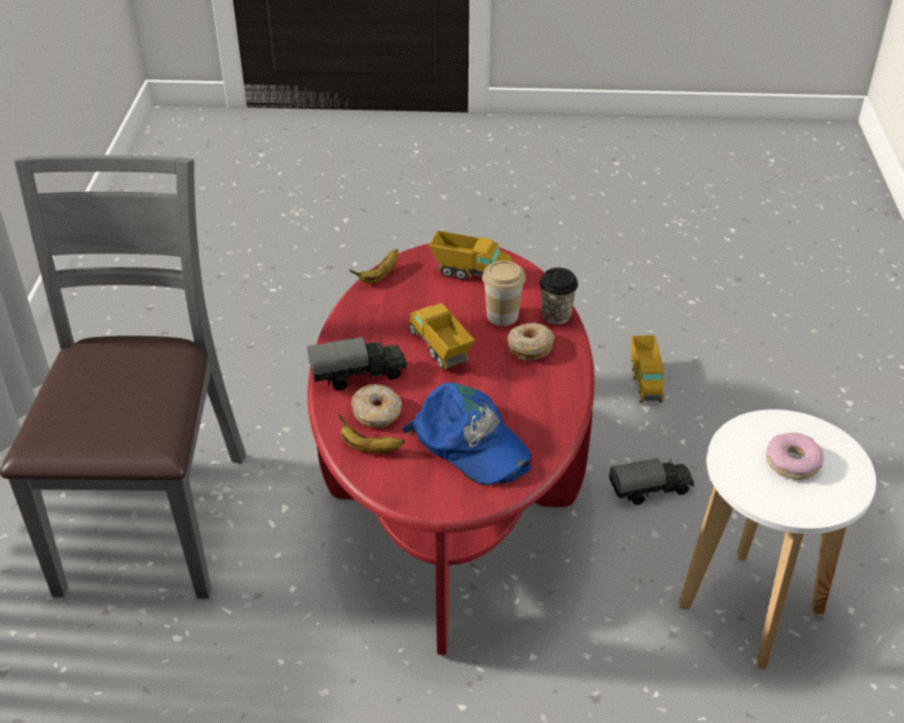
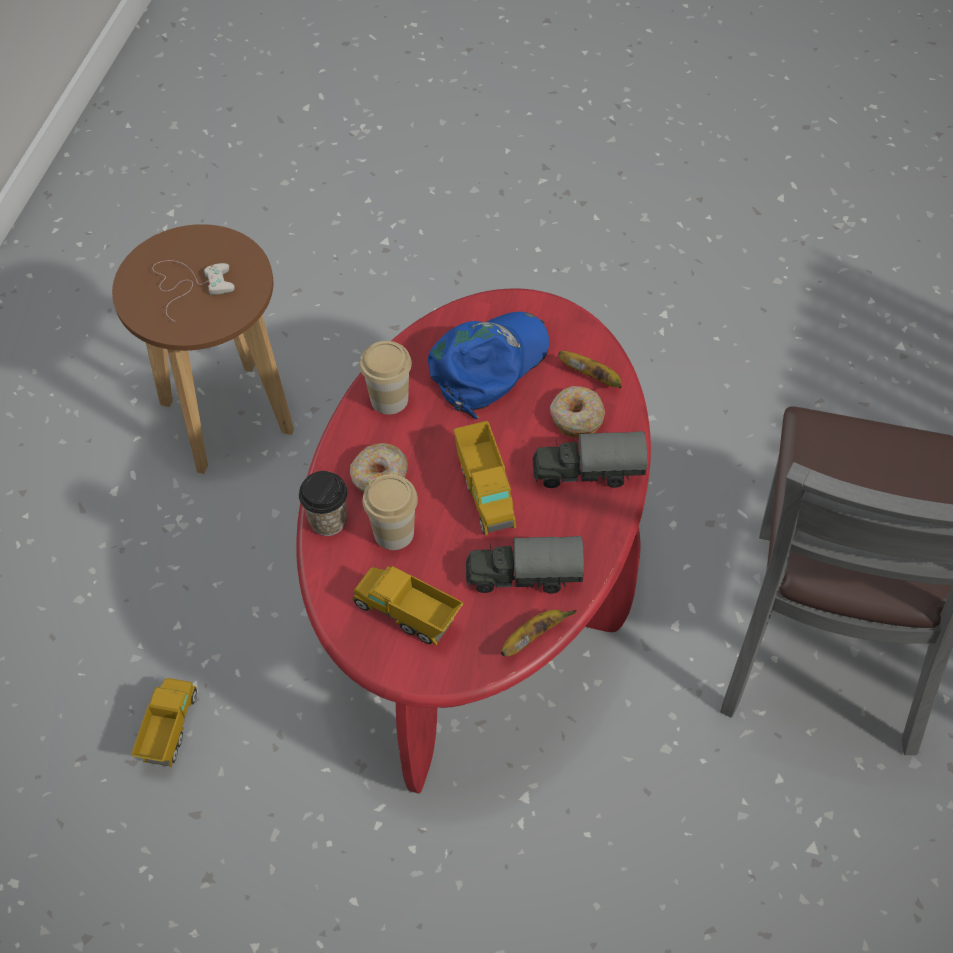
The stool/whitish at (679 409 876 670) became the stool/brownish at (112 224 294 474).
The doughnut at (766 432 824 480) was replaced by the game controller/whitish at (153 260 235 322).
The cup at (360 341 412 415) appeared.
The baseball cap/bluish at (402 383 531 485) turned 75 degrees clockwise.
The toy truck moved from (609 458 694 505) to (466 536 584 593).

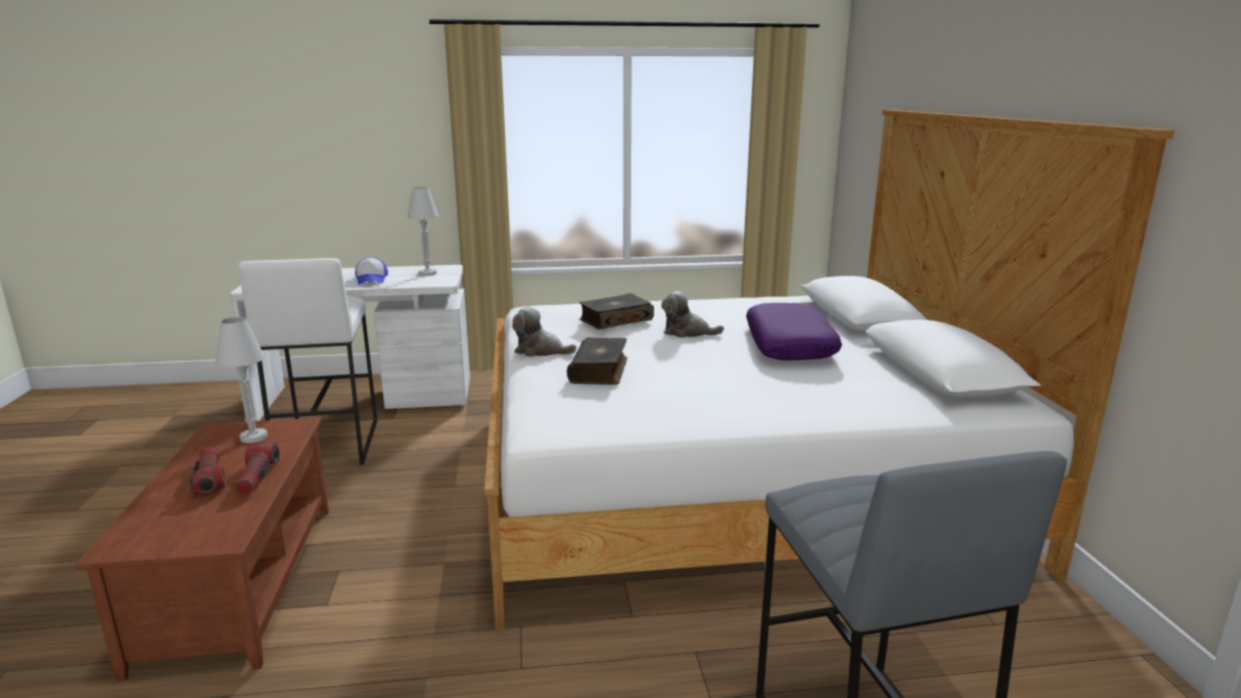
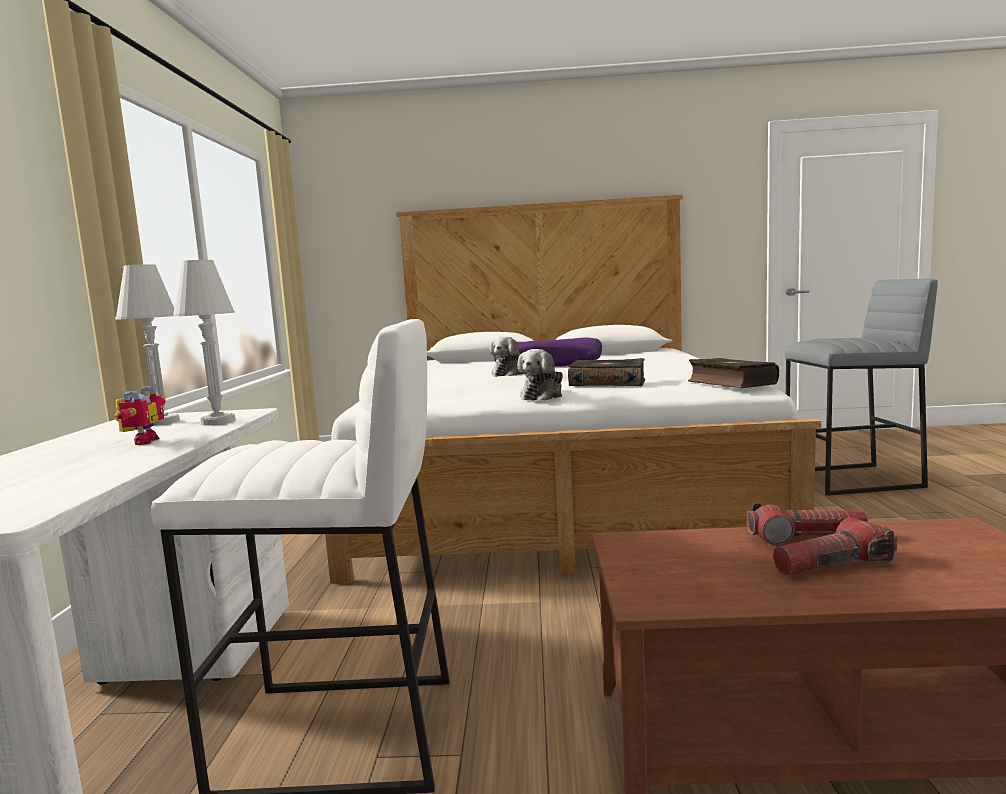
The baseball cap at (355 257 388 285) was replaced by the toy robot at (115 386 165 445).
The lamp for a table/whitish moved from (215 317 268 443) to (173 260 235 426).
The bound book moved from (579 293 654 330) to (688 358 779 388).

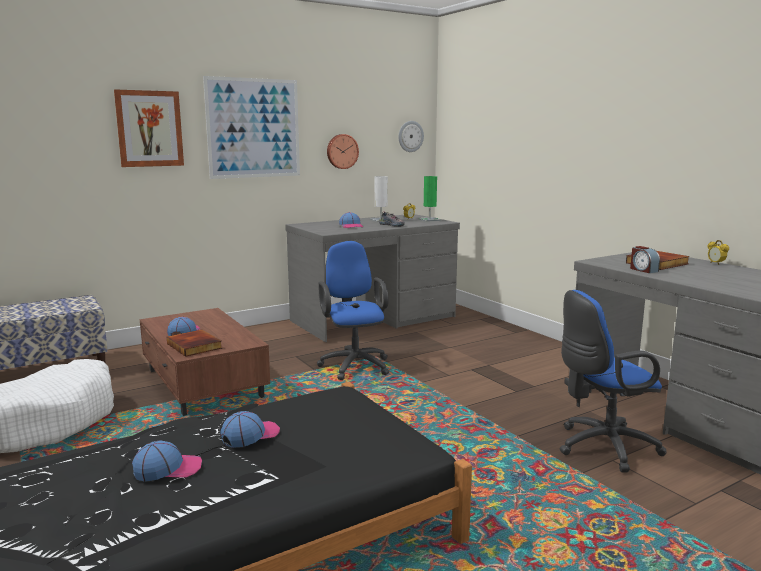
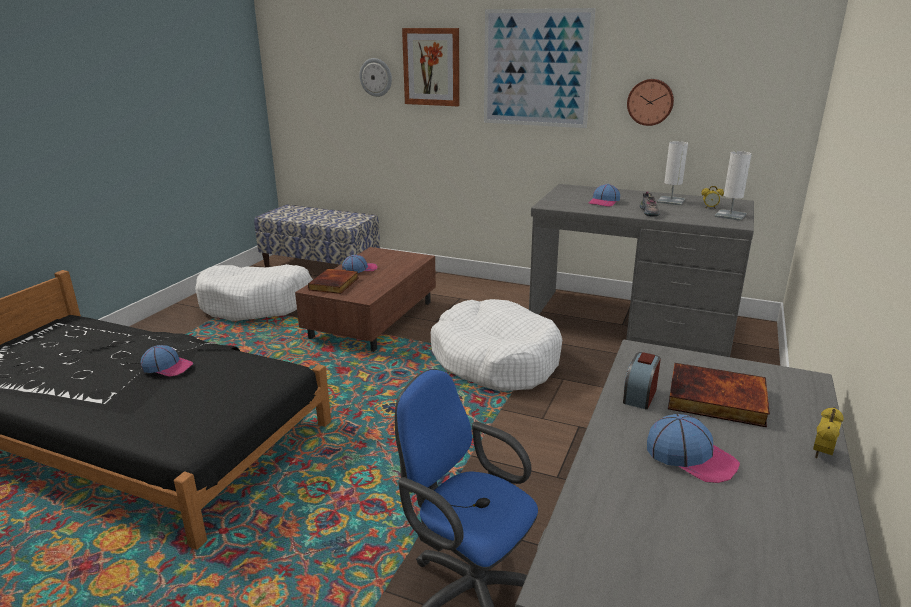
The hanging clock moved from (399 121 424 152) to (359 58 392 97).
The desk chair/bluish at (317 241 389 380) was replaced by the dog bed/whitish at (431 299 562 391).
The baseball cap moved from (132 440 202 482) to (647 414 740 483).
The lamp for a table/green-coloured at (419 176 441 222) became the lamp for a table/whitish at (714 151 752 221).

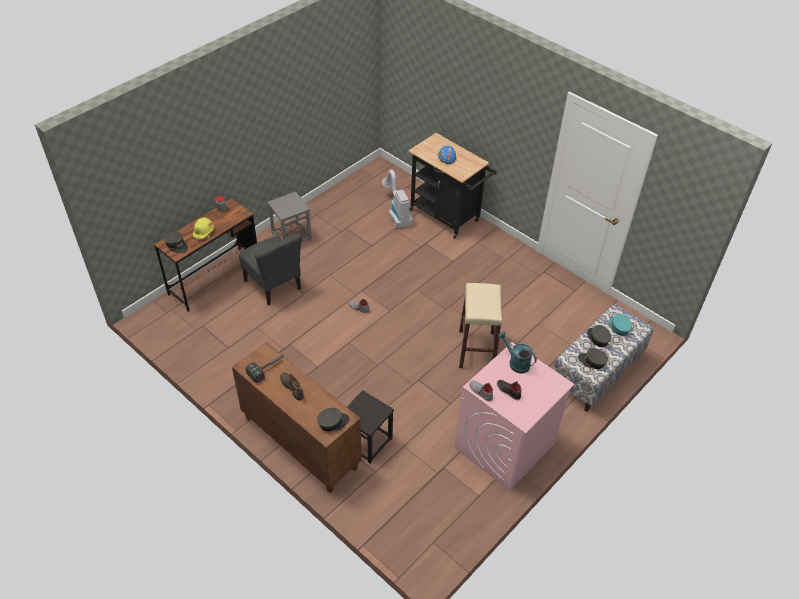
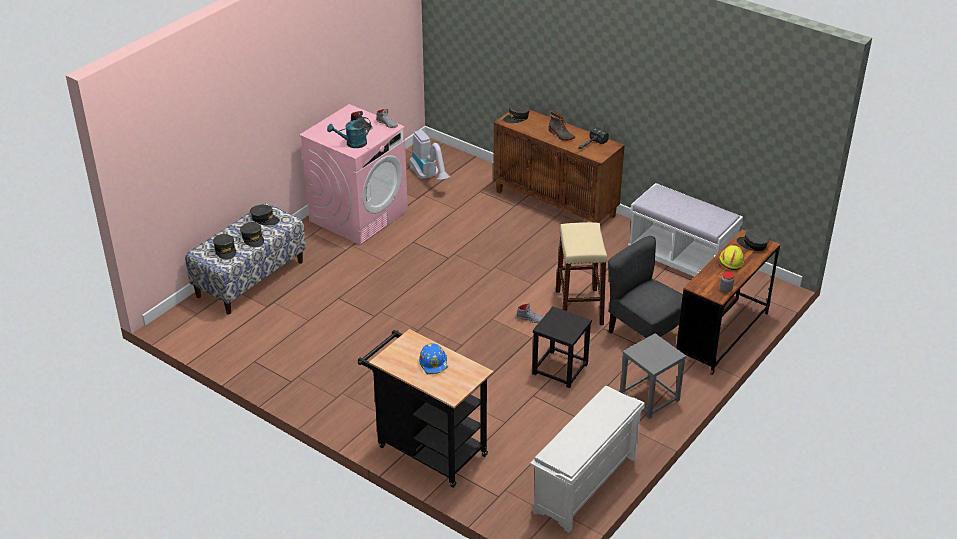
The baseball cap/turquoise at (609 314 632 336) became the baseball cap/gray at (213 234 236 260).
The watering can/turquoise at (498 331 537 373) turned 120 degrees clockwise.
The vacuum moved from (382 170 413 228) to (410 130 450 180).
The shoe stand/whitish at (530 386 645 533) appeared.
The stool/blackish moved from (347 390 394 464) to (532 307 592 388).
The stool/beige moved from (459 283 502 368) to (556 222 607 325).
The long seat/whitish at (628 183 743 277) appeared.

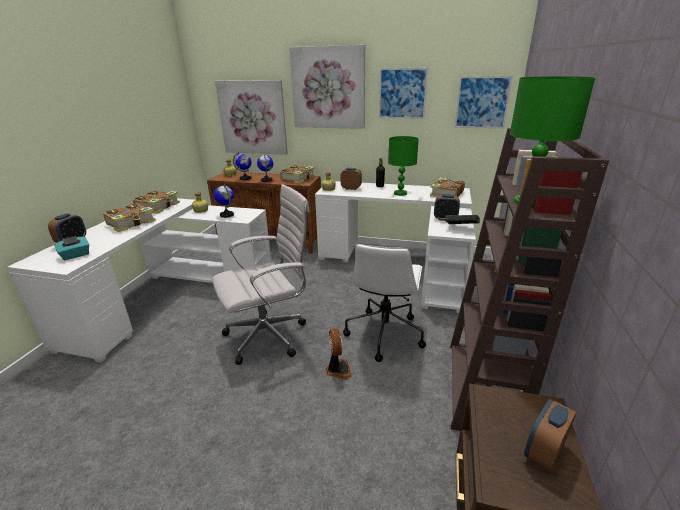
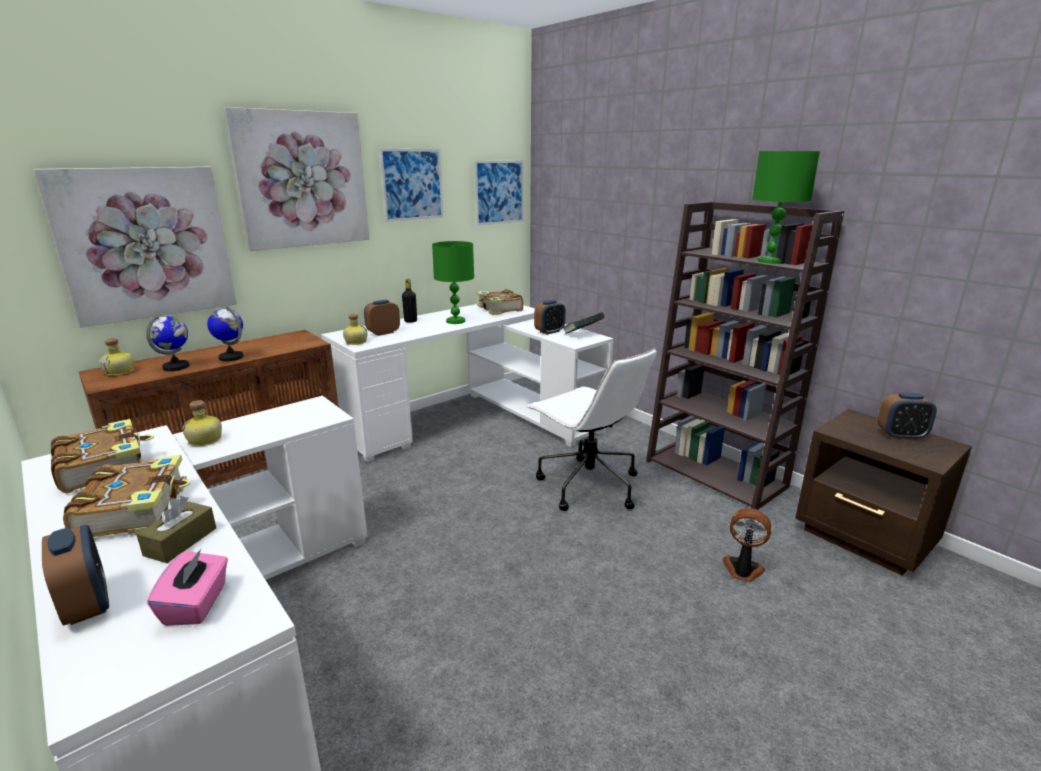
The box of tissues/brownish at (136 496 216 563) appeared.
The box of tissues/turquoise at (54 236 89 260) became the box of tissues/pink-coloured at (147 549 228 626).
The fan moved from (326 328 352 379) to (723 508 771 582).
The bedside clock at (524 399 577 472) turned 75 degrees counterclockwise.
The desk chair/whitish at (212 184 310 365) disappeared.
The desk globe at (214 185 234 218) disappeared.
The bound book at (280 165 315 184) disappeared.

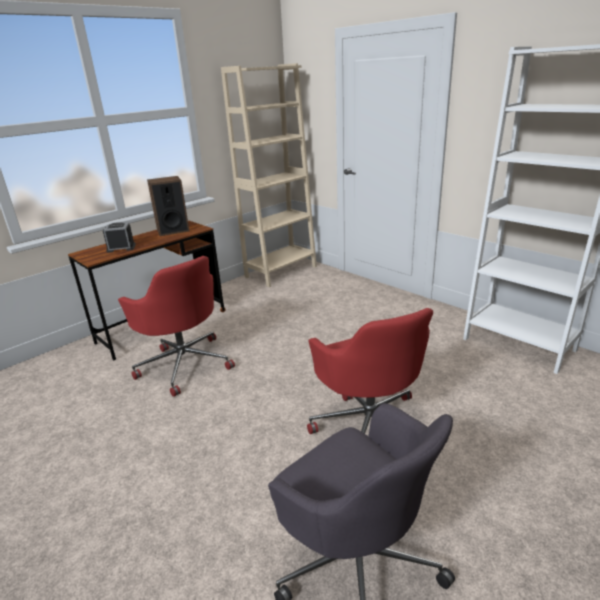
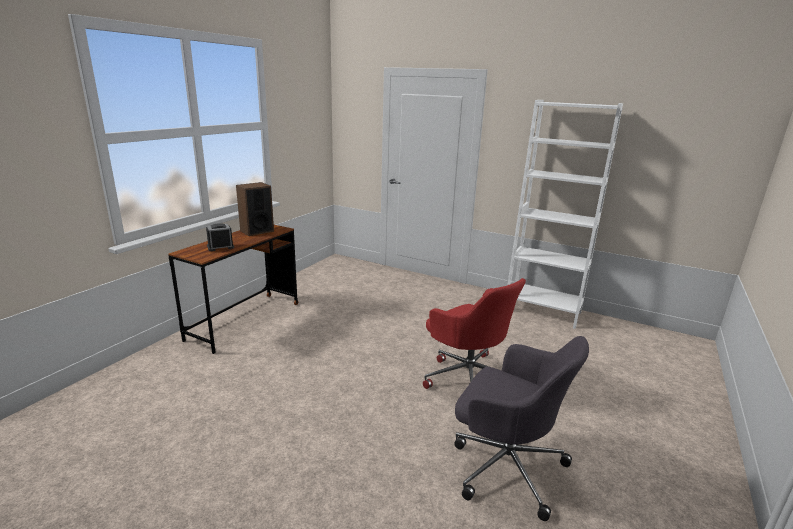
The desk chair/red at (118 256 235 397) disappeared.
The bookcase/beige at (221 63 317 287) disappeared.

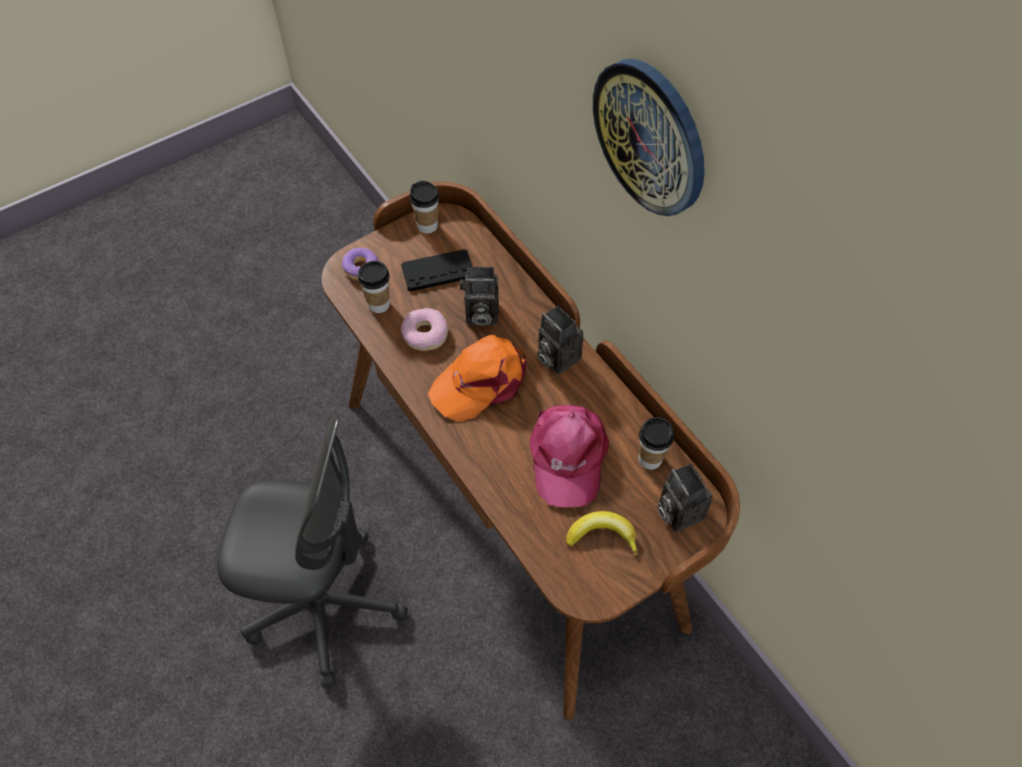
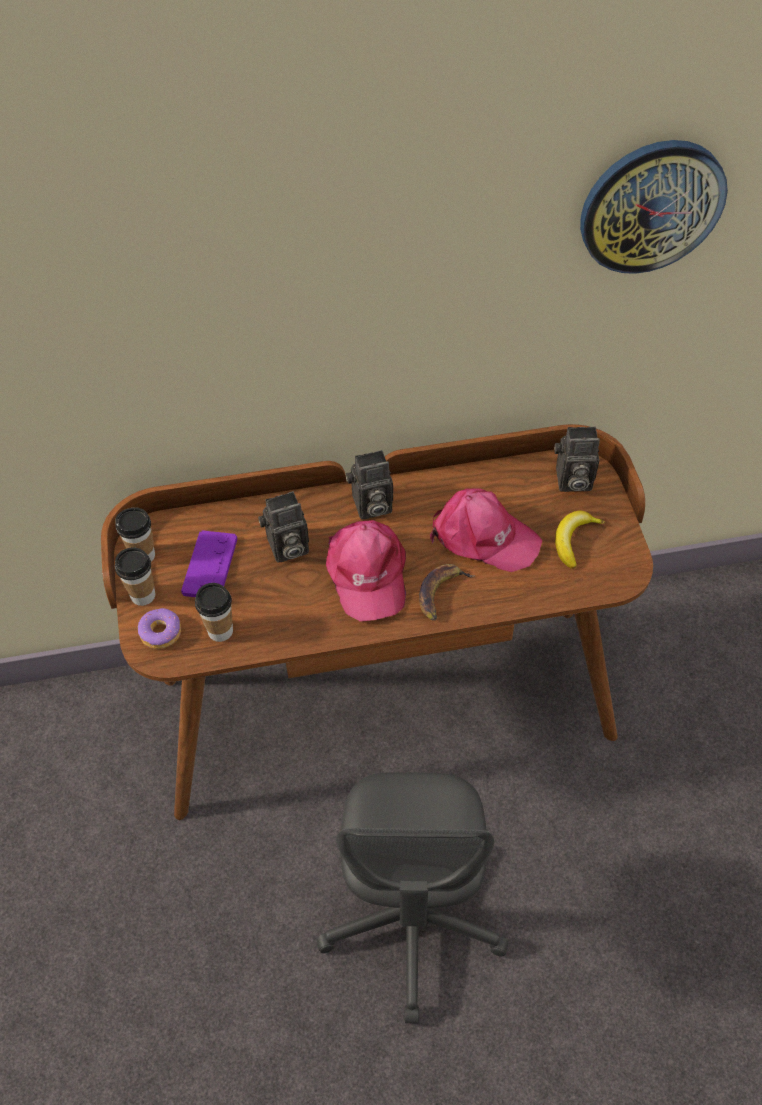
The cup moved from (638 417 674 470) to (115 548 155 606).
The game controller/blackish at (401 249 473 292) became the game controller/purplish at (181 530 237 597).
The still camera at (460 266 499 326) turned 45 degrees clockwise.
The desk chair/gray at (217 415 408 688) turned 150 degrees clockwise.
The baseball cap/orange-coloured at (428 335 526 422) became the baseball cap/pink-coloured at (326 520 406 622).
The whole banana at (419 564 475 620) appeared.
The hanging clock moved from (593 59 705 216) to (580 140 728 274).
The doughnut at (401 308 448 351) disappeared.

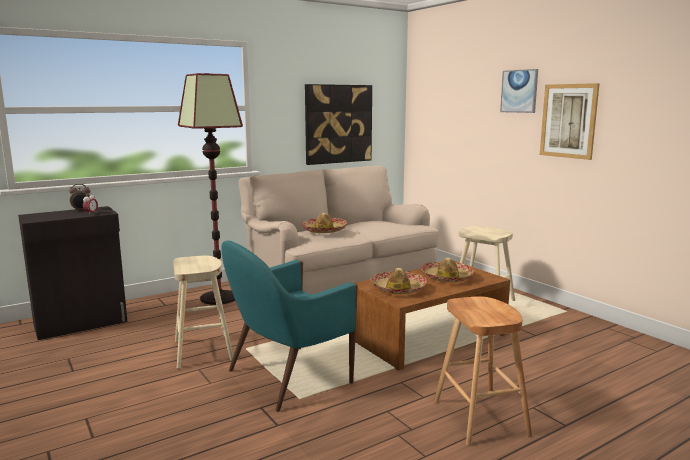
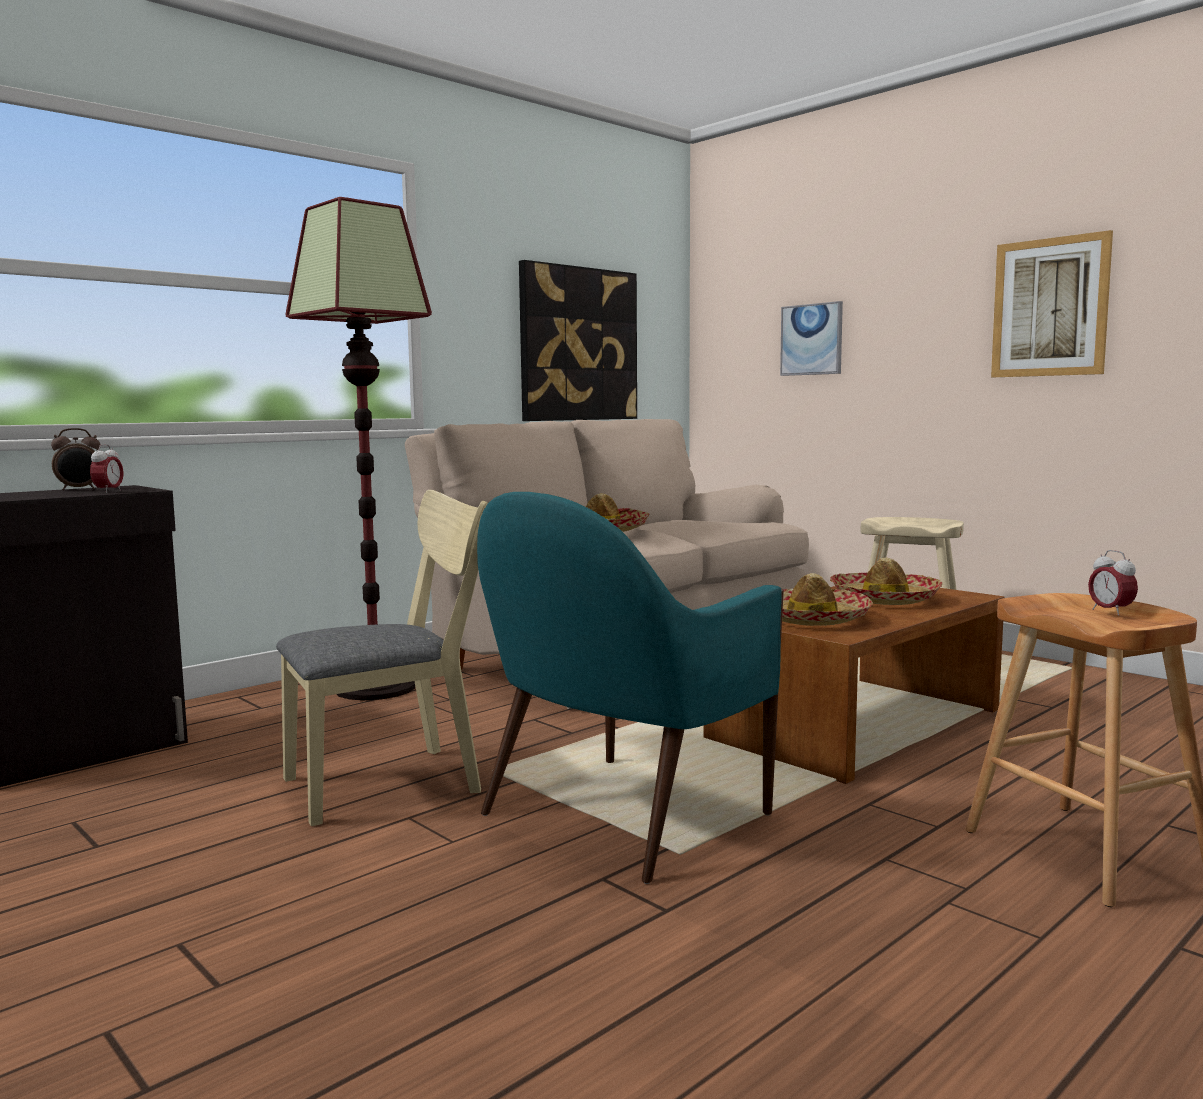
The stool/beige at (173 256 233 369) was replaced by the chair/beige at (276 490 488 826).
The picture moved from (500 69 538 113) to (780 301 843 376).
The bedside clock at (1088 550 1138 616) appeared.

